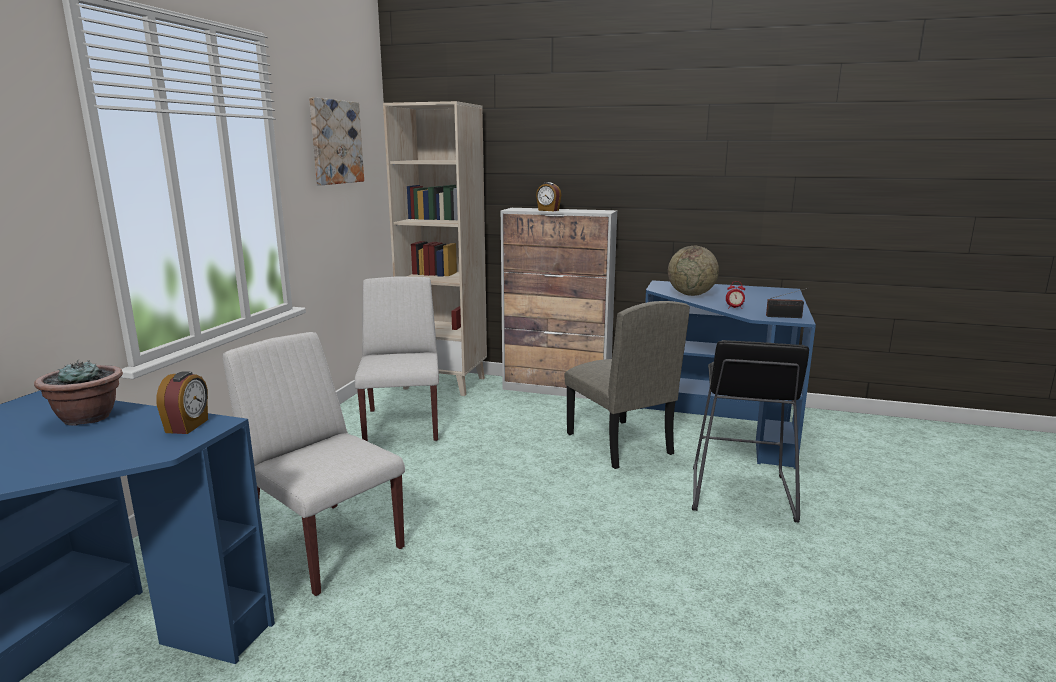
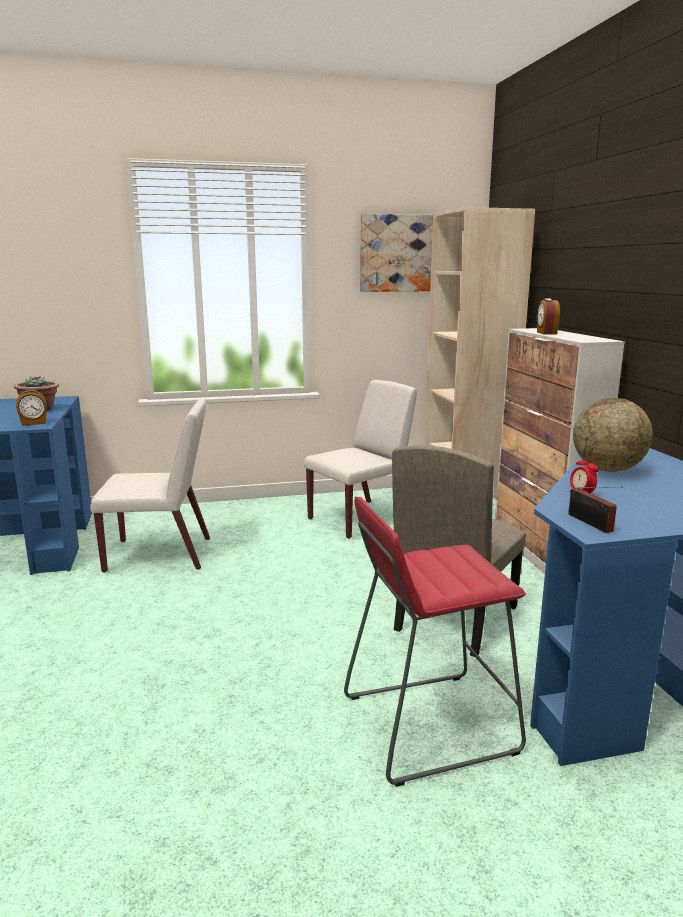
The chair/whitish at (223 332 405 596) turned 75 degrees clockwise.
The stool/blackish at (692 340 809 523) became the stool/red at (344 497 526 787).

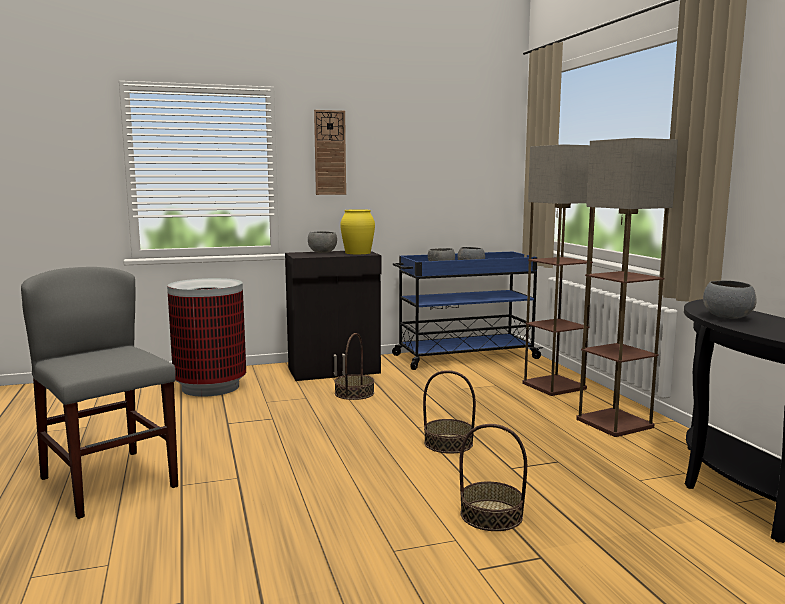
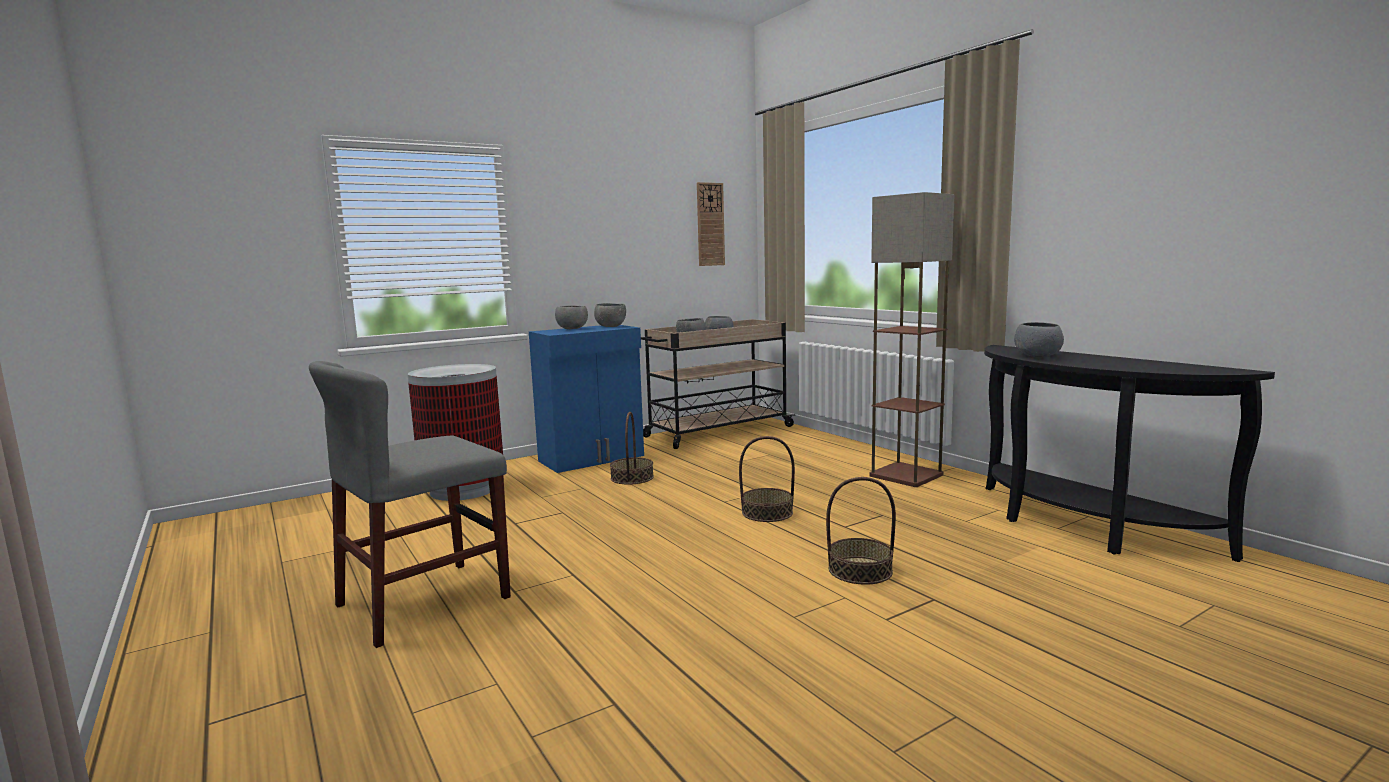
The chair/gray at (21 267 178 519) turned 75 degrees counterclockwise.
The cabinet/blackish at (285 251 382 381) became the cabinet/bluish at (529 325 644 473).
The vase/yellowish at (340 209 375 254) was replaced by the serving bowl/gray at (594 303 626 327).
The trolley/bluish at (392 252 543 370) became the trolley/beige at (641 319 795 449).
The hanging clock moved from (314 110 346 195) to (697 182 725 266).
The standard lamp at (522 144 595 396) disappeared.

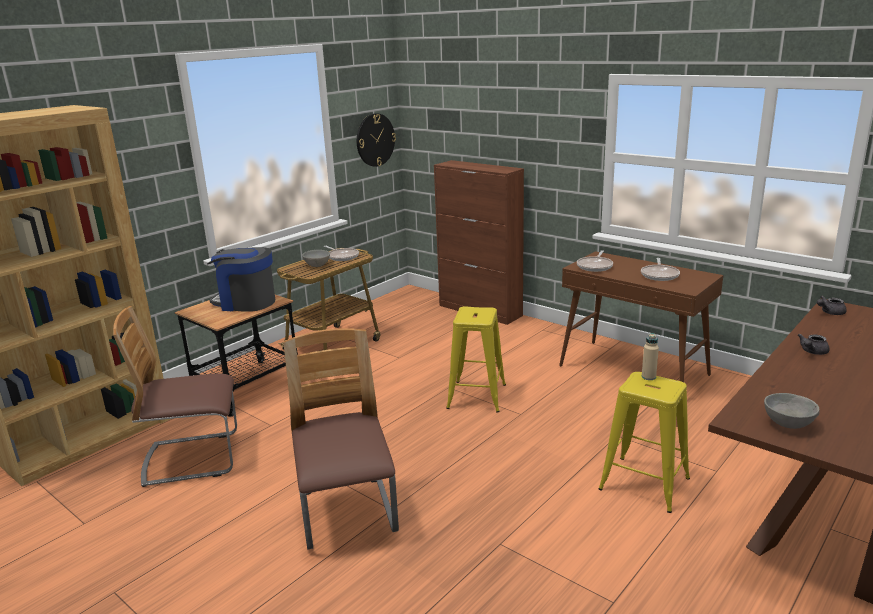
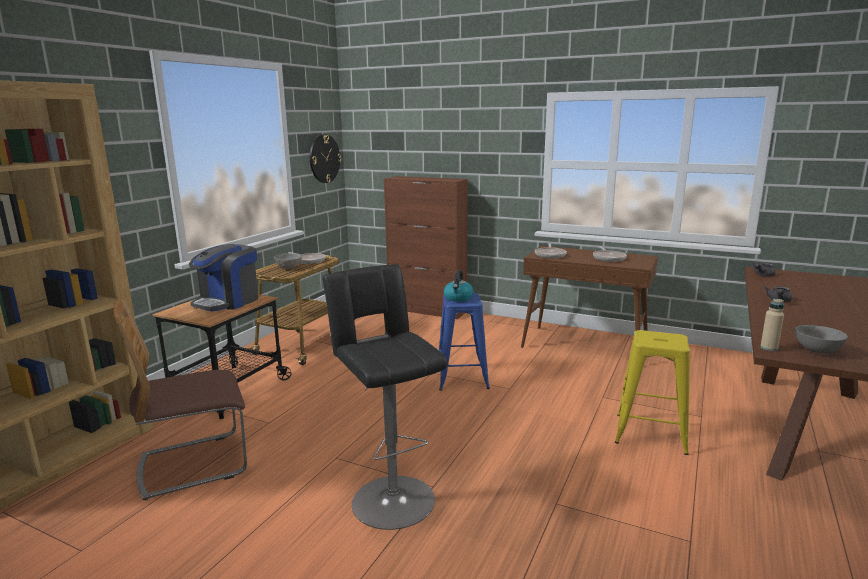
The coffee machine at (207 247 275 312) turned 60 degrees counterclockwise.
The chair at (283 328 399 550) was replaced by the stool/blackish at (322 264 448 530).
The stool/yellowish at (446 306 506 413) became the stool/bluish at (439 293 490 391).
The water kettle at (444 270 474 302) appeared.
The drink bottle/beige moved from (642 333 659 380) to (760 298 784 351).

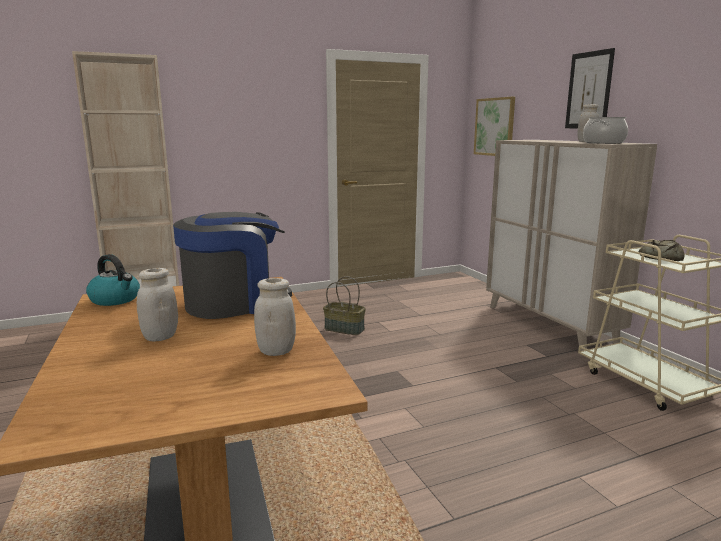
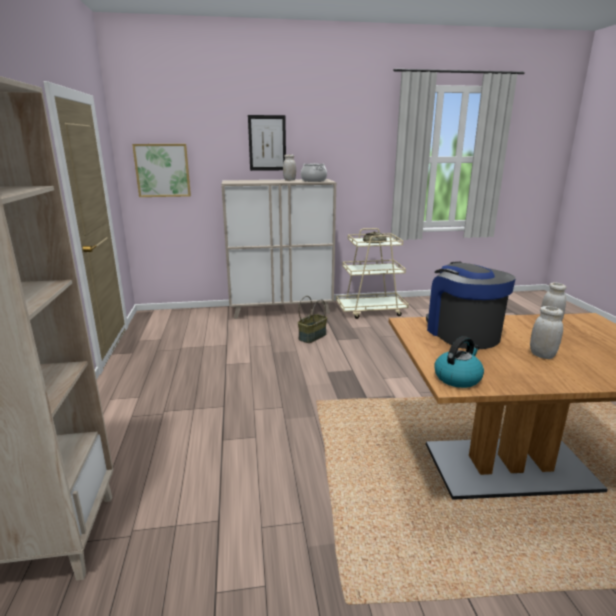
The basket moved from (323 276 366 335) to (298 296 327 343).

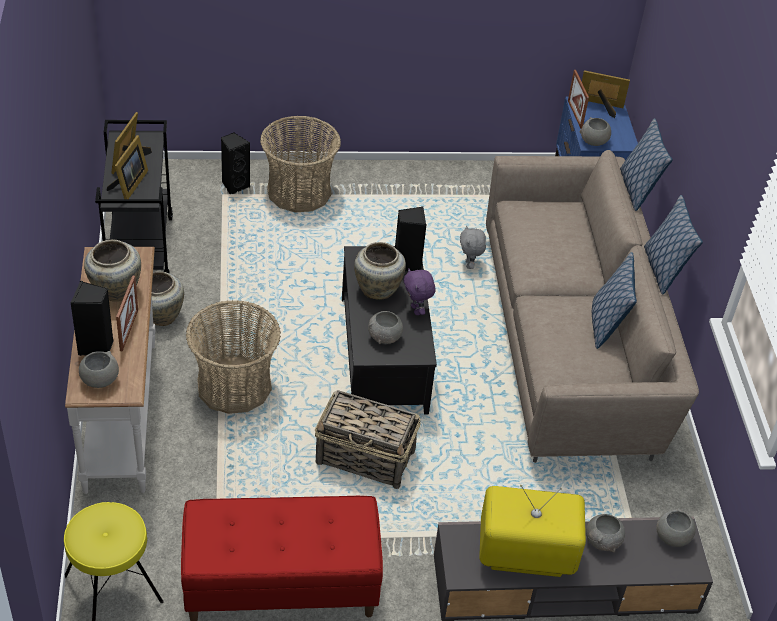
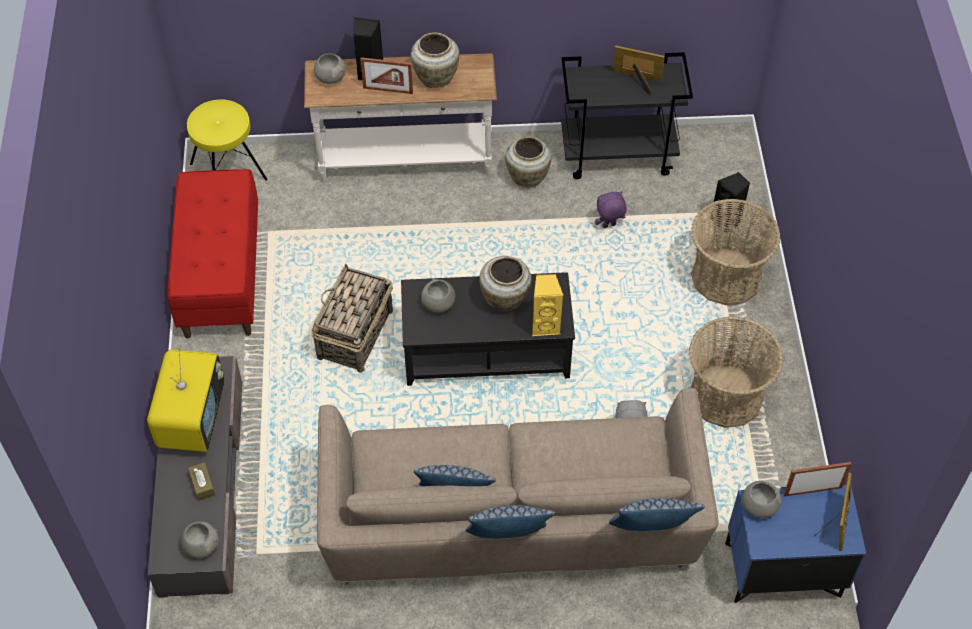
The serving bowl/gray at (586 514 625 552) was replaced by the box of tissues/brownish at (188 462 215 501).
The audio speaker/blackish at (395 207 426 271) became the audio speaker/yellowish at (532 274 563 336).
The cuddly toy/purplish moved from (404 268 435 315) to (595 191 627 228).
The basket moved from (186 300 281 414) to (689 316 783 428).
The photo frame at (107 135 148 199) disappeared.

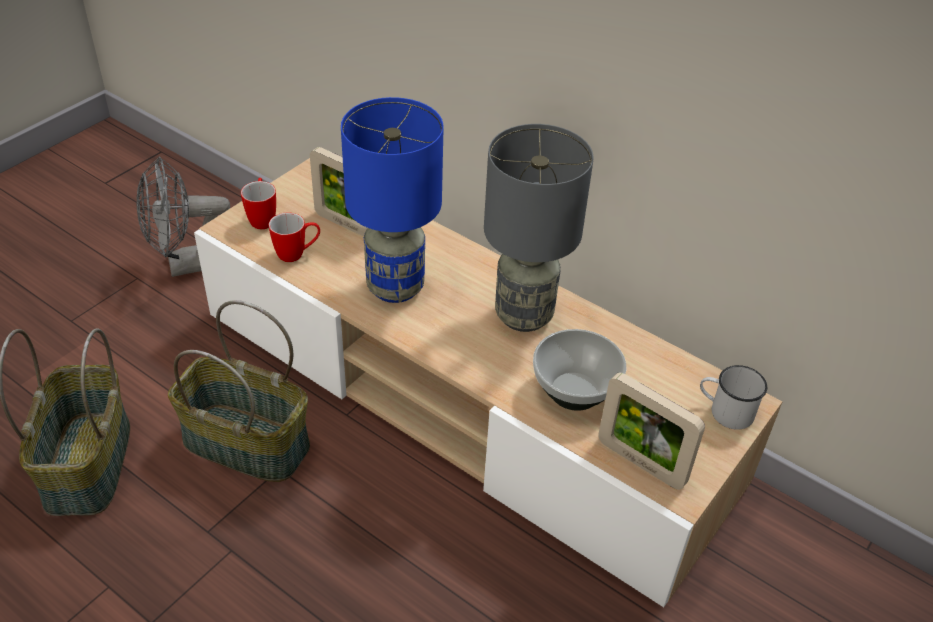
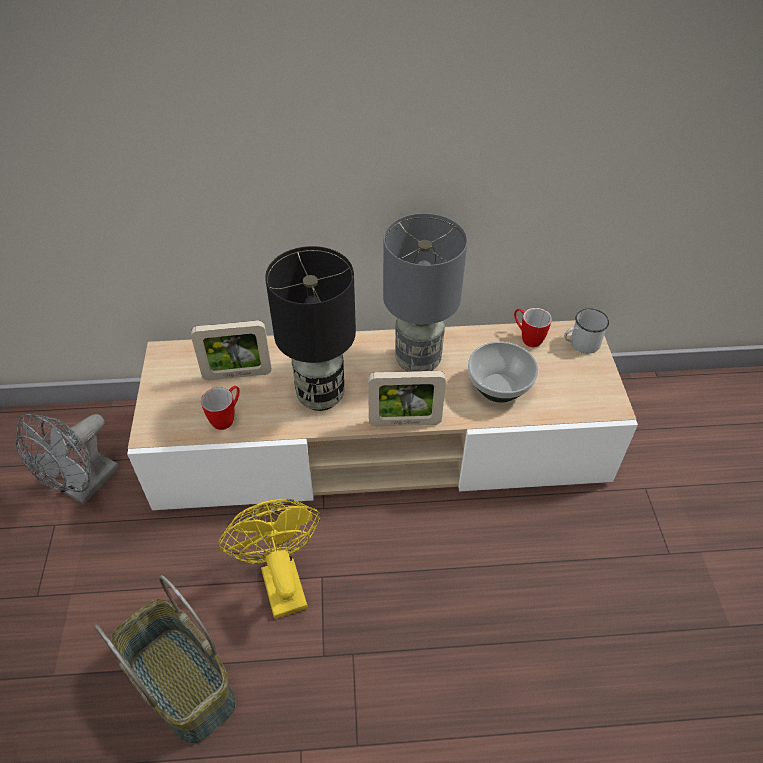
The basket at (168 300 310 482) was replaced by the fan/yellowish at (218 499 321 619).
The lamp for a table/bluish at (341 97 443 303) became the lamp for a table/blackish at (265 246 356 411).
The photo frame moved from (598 372 705 490) to (368 371 446 426).
The tea mug moved from (241 178 276 229) to (514 308 552 347).

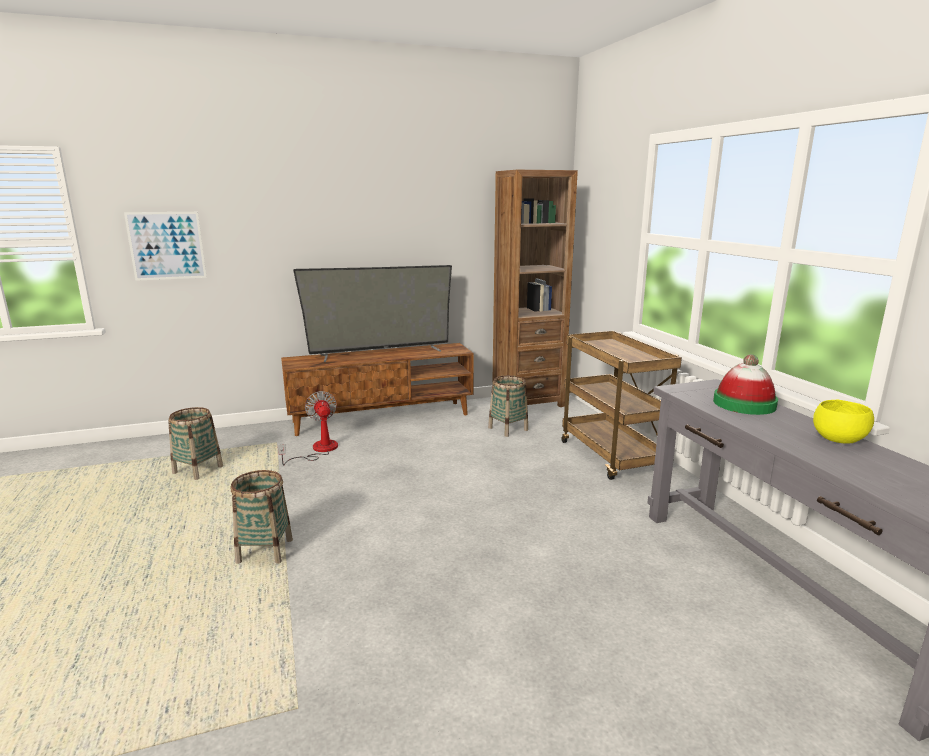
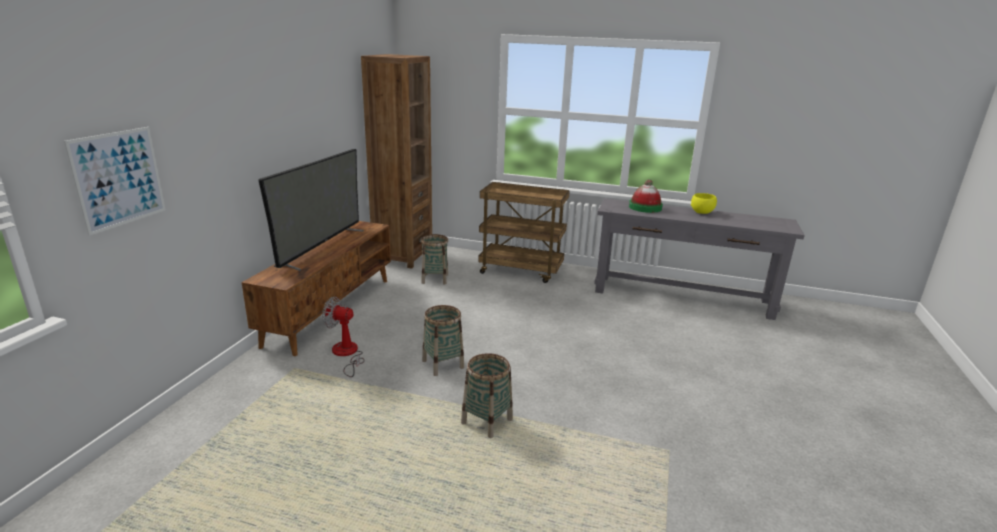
The basket moved from (168 407 223 480) to (422 305 464 376).

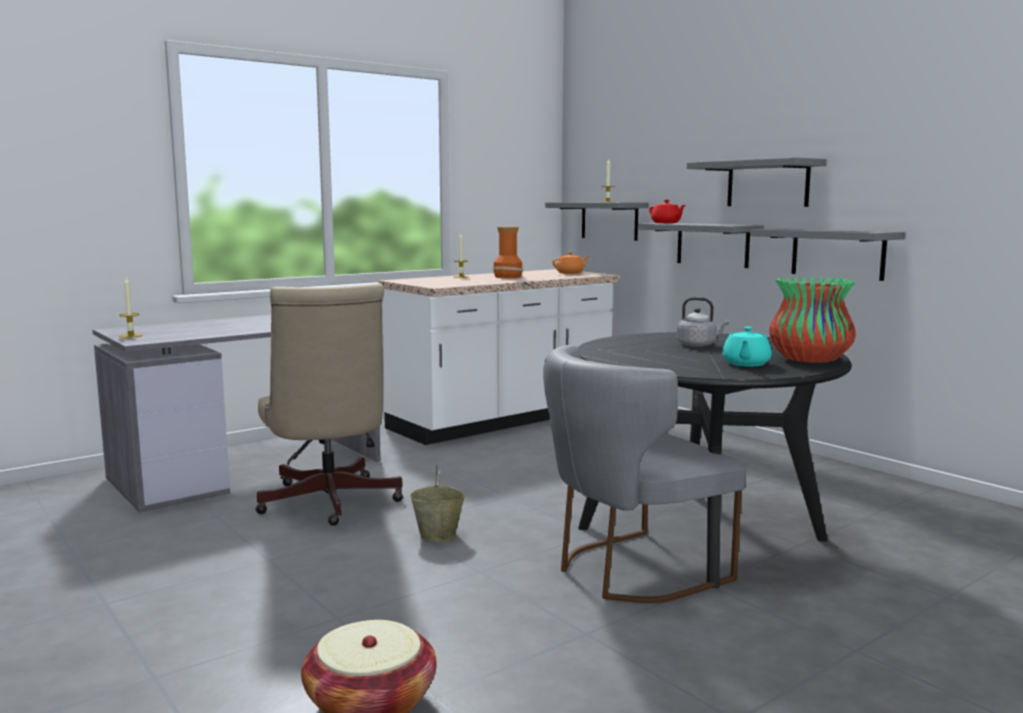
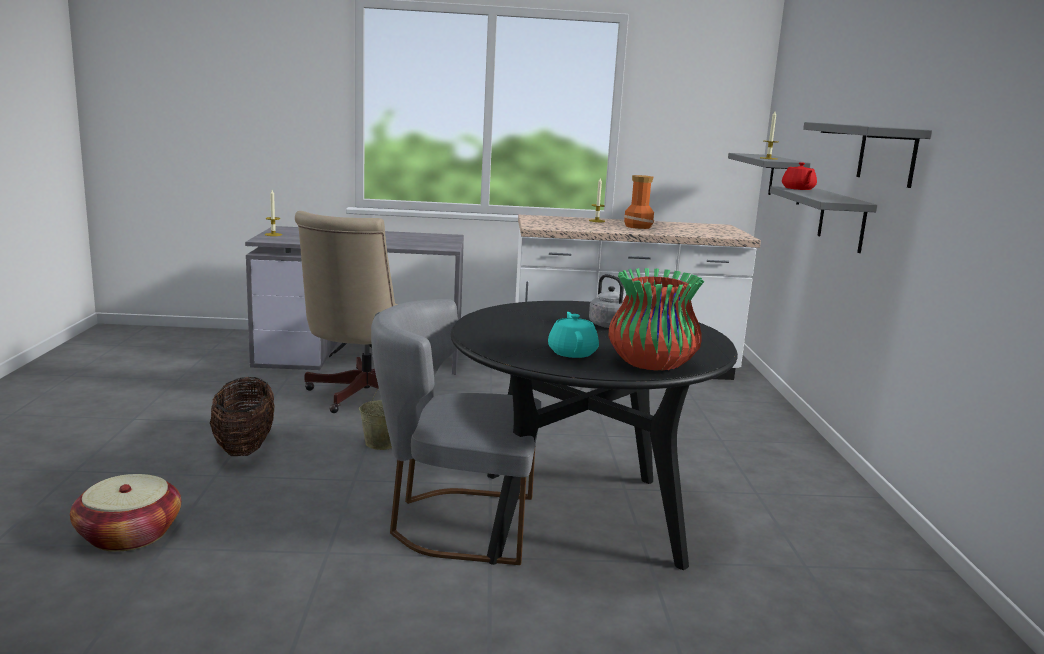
The basket at (210 377 275 456) appeared.
The teapot/turquoise at (722 327 772 366) turned 120 degrees clockwise.
The teapot/orange-coloured at (552 252 589 274) disappeared.
The wall shelf/gray at (750 228 906 281) disappeared.

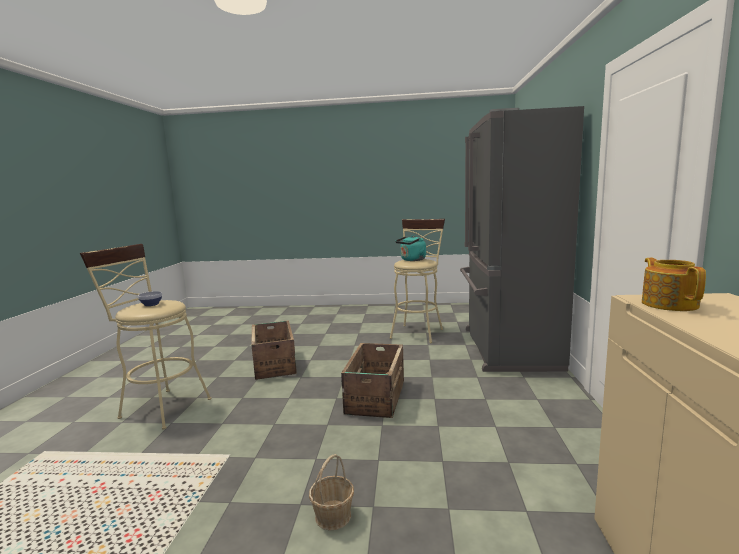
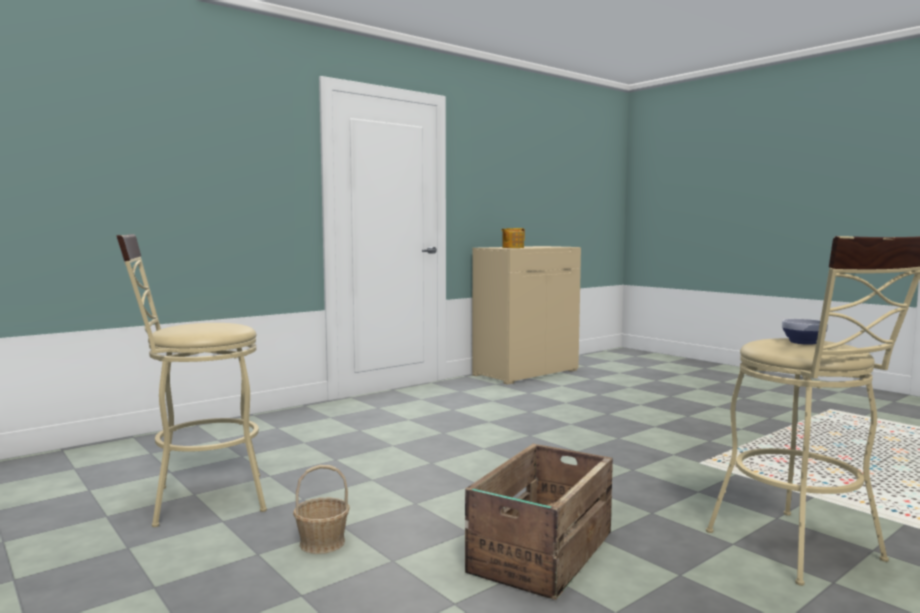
The basket moved from (309 454 354 531) to (293 465 350 554).
The packing crate at (341 343 404 418) disappeared.
The water kettle/turquoise at (396 235 426 261) disappeared.
The fridge/gray at (460 106 584 372) disappeared.

